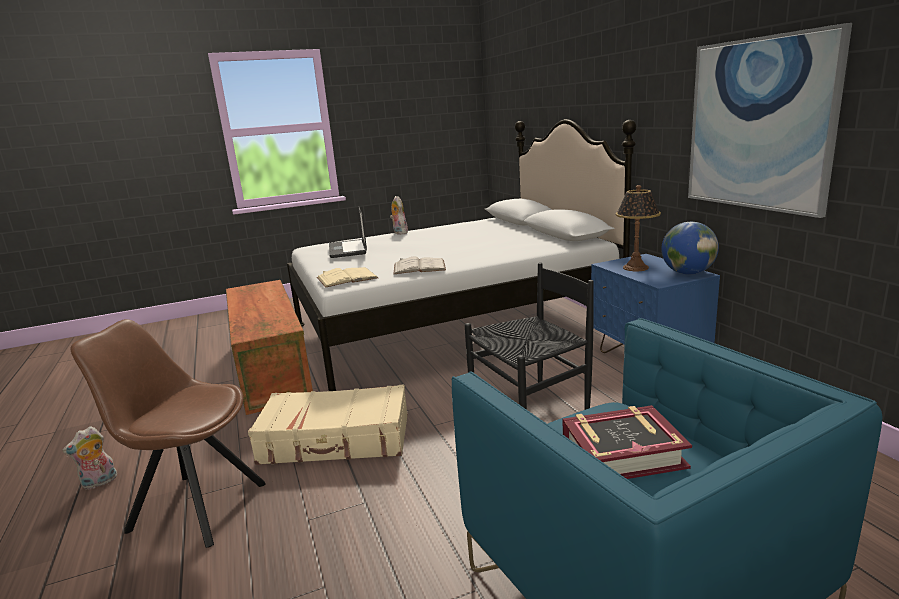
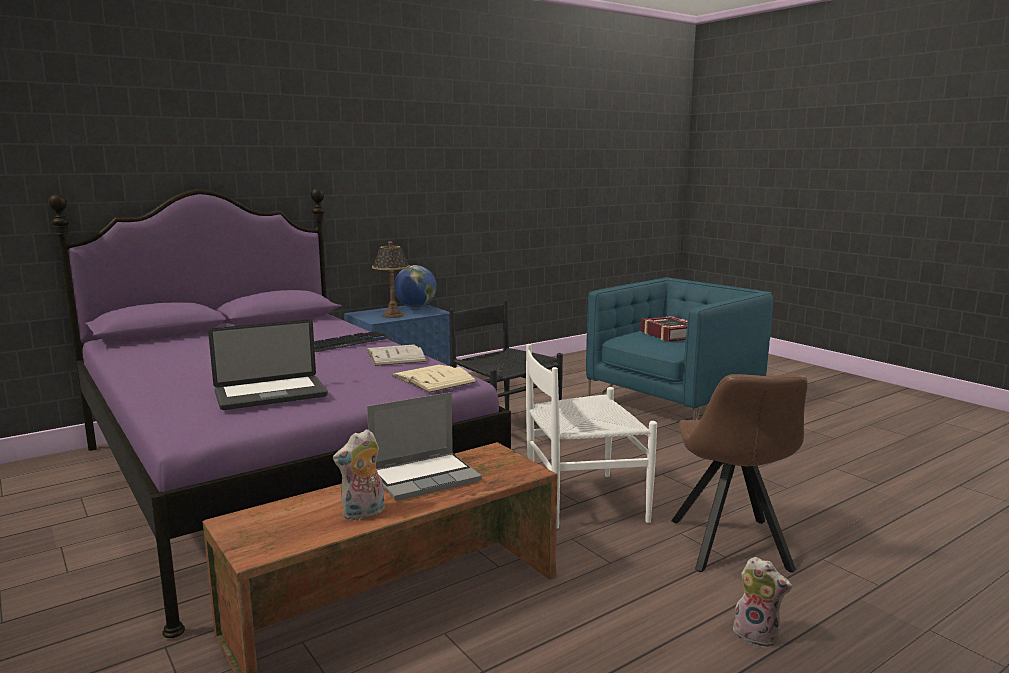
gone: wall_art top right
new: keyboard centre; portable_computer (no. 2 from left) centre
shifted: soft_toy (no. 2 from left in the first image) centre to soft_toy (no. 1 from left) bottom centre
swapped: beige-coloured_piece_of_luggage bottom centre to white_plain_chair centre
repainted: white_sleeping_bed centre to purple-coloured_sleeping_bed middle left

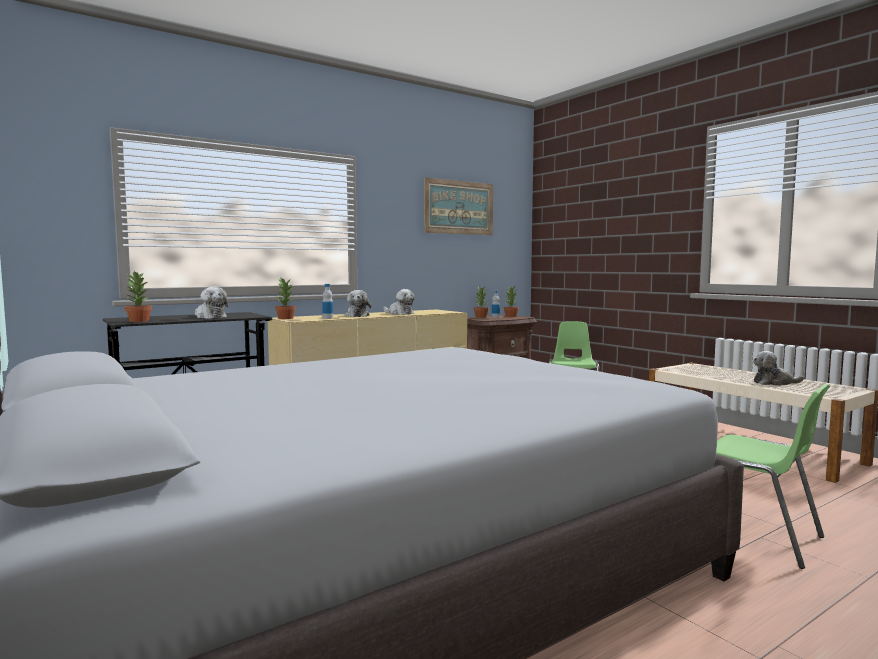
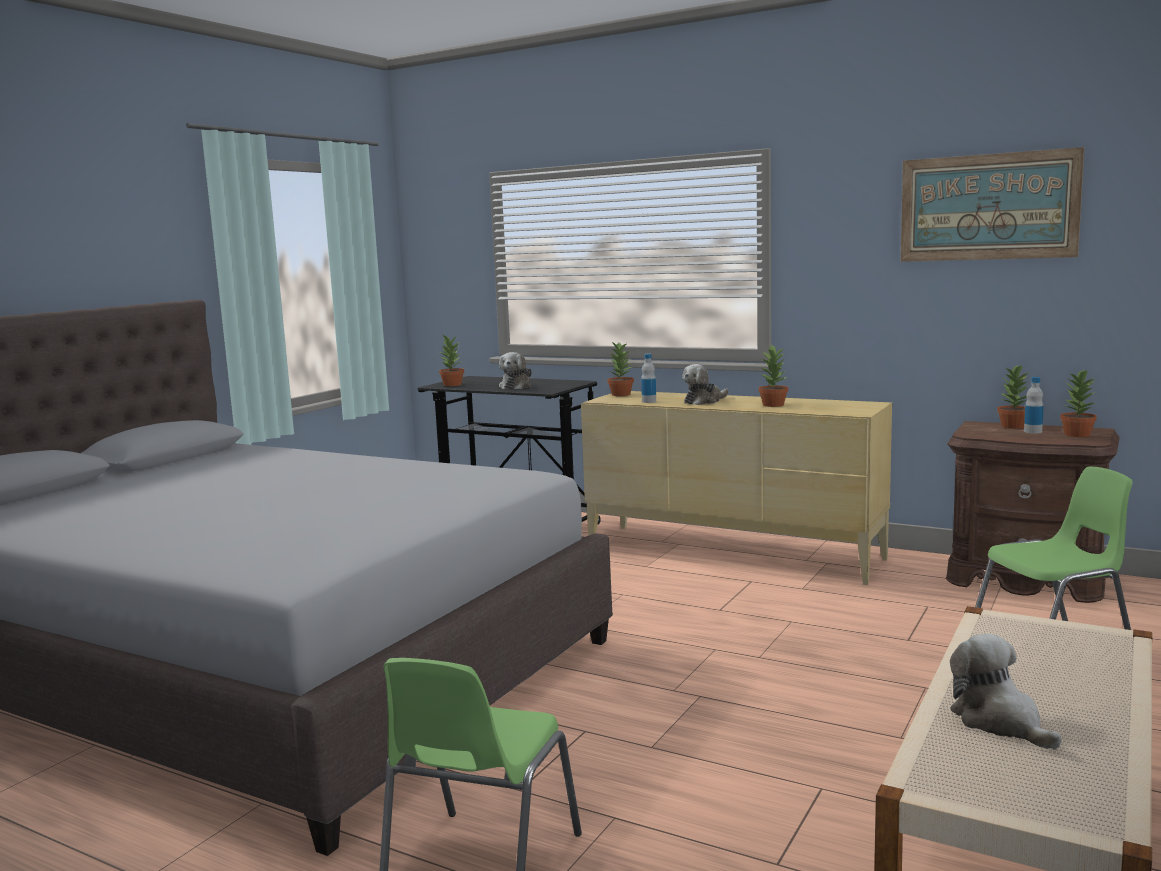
swapped: soft_toy (no. 3 from left) centre to houseplant (no. 3 from left) centre

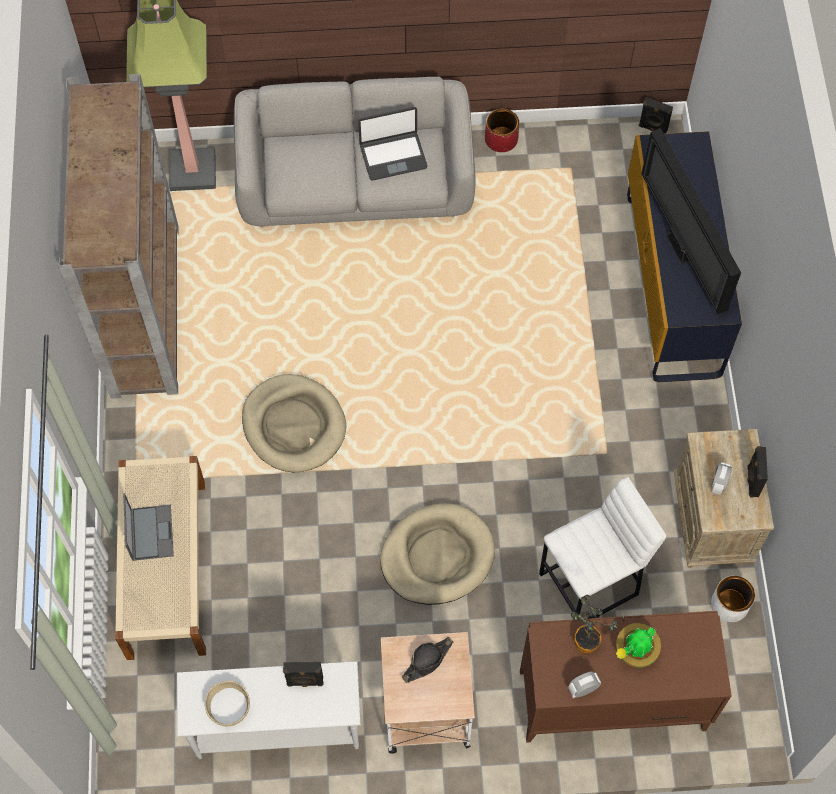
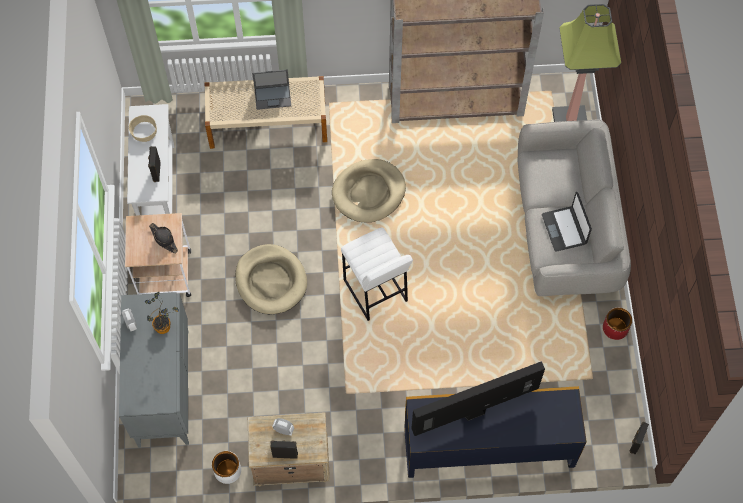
gone: houseplant (no. 2 from left) bottom right
shifted: white_stool_seat bottom right to centre
repainted: brown_cupboard bottom right to greyish_cupboard bottom left

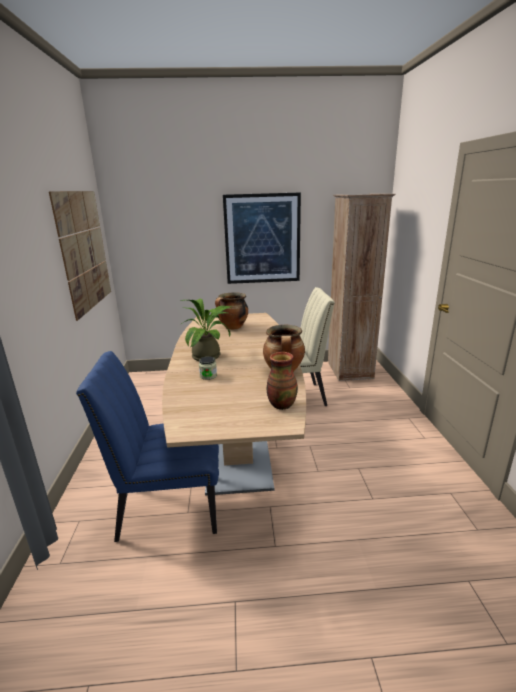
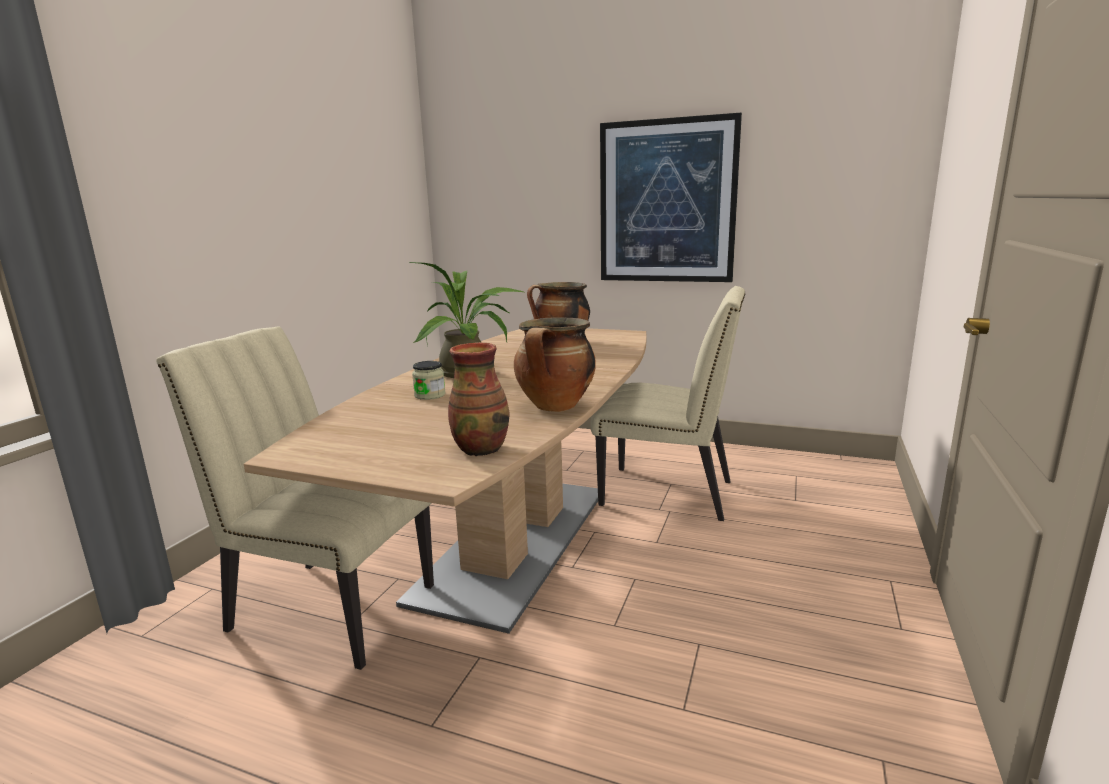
gone: wall_art (no. 1 from left) middle left; brown_cupboard middle right
repainted: blue_plain_chair middle left to beige-coloured_plain_chair (no. 1 from left) middle left

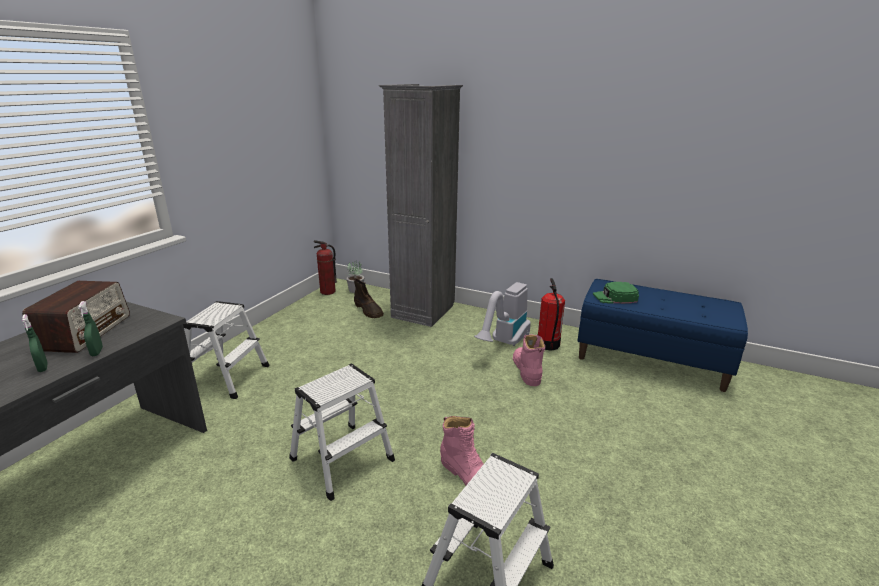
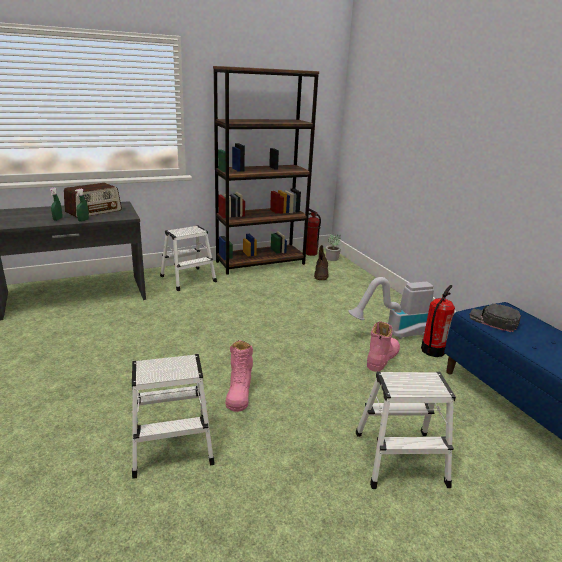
gone: greyish_cupboard centre
new: brown_bookcase top centre
shifted: white_step_ladder (no. 2 from left in the first image) bottom centre to white_step_ladder (no. 3 from left) bottom right
repainted: green_peaked_cap middle right to black_peaked_cap middle right

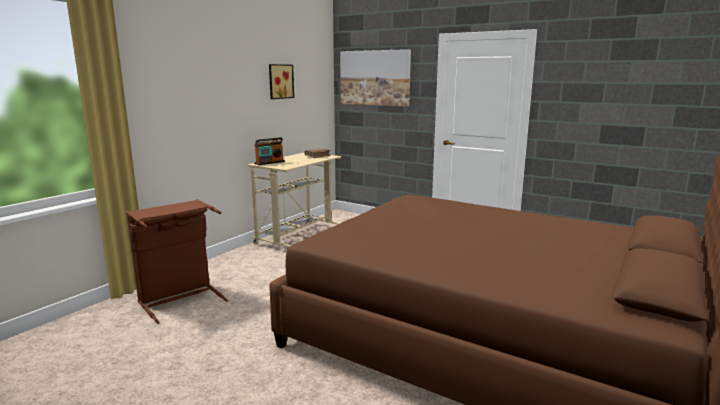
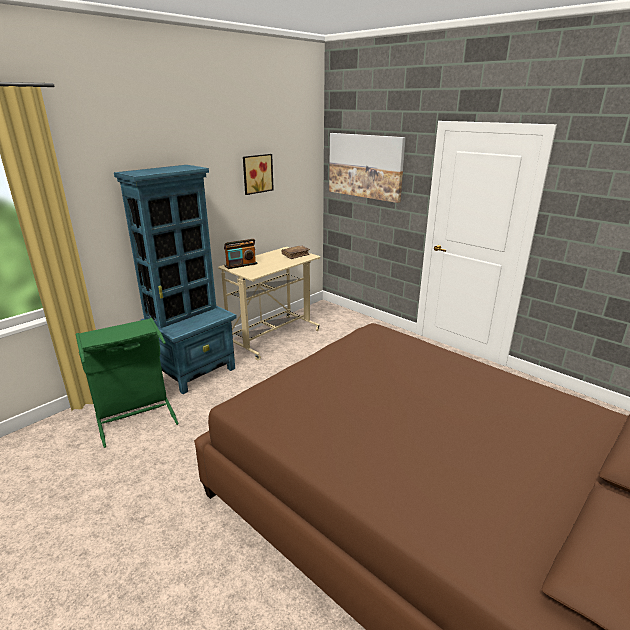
new: blue_cupboard middle left
repainted: brown_washing_basket middle left to green_washing_basket middle left

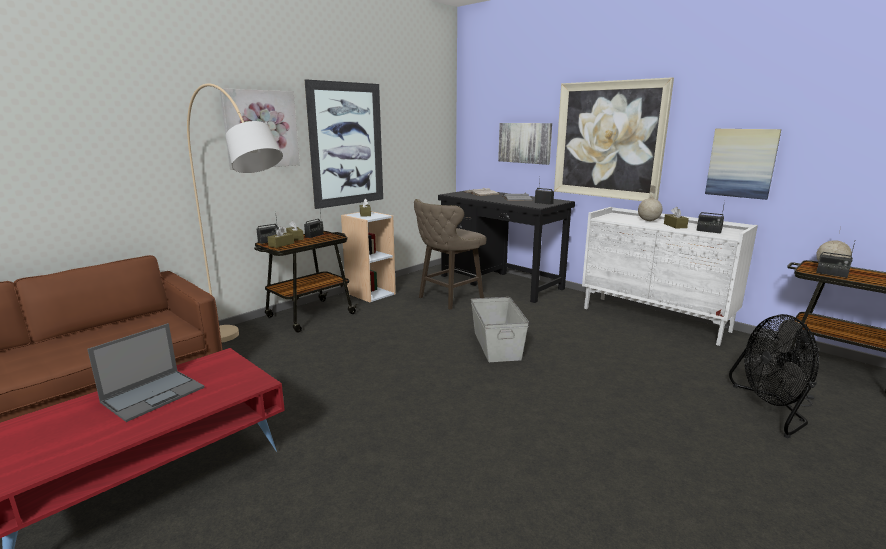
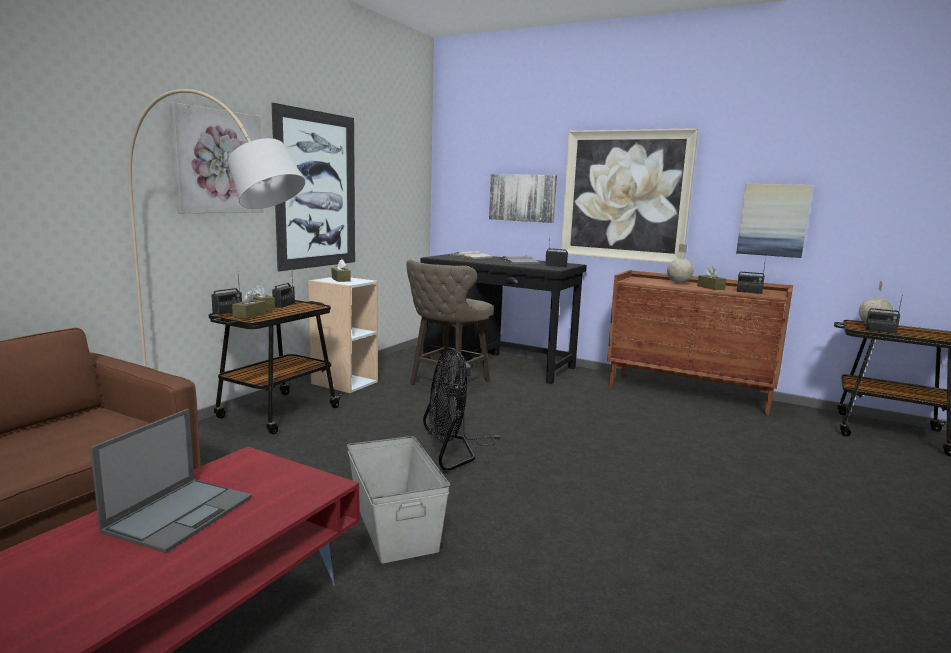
shifted: greyish_storage_bin centre to bottom centre; black_fan bottom right to centre
repainted: white_cupboard middle right to brown_cupboard middle right

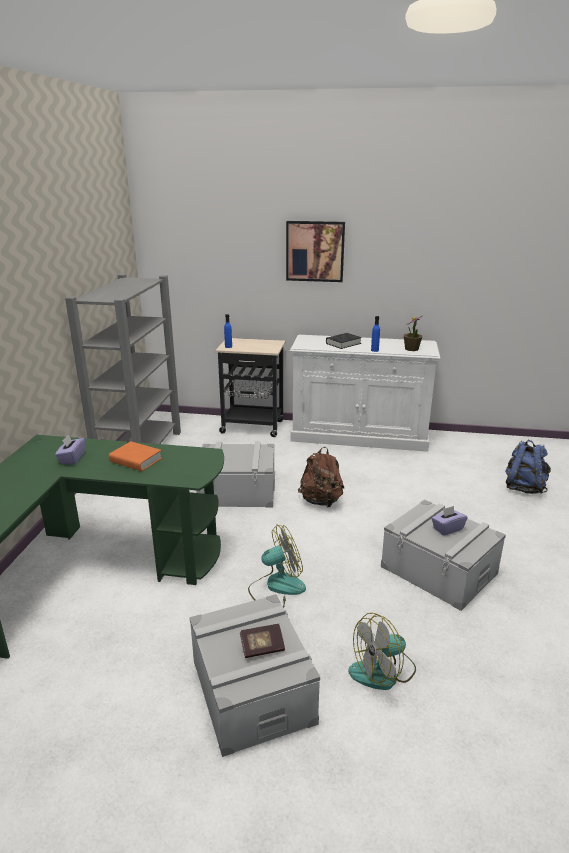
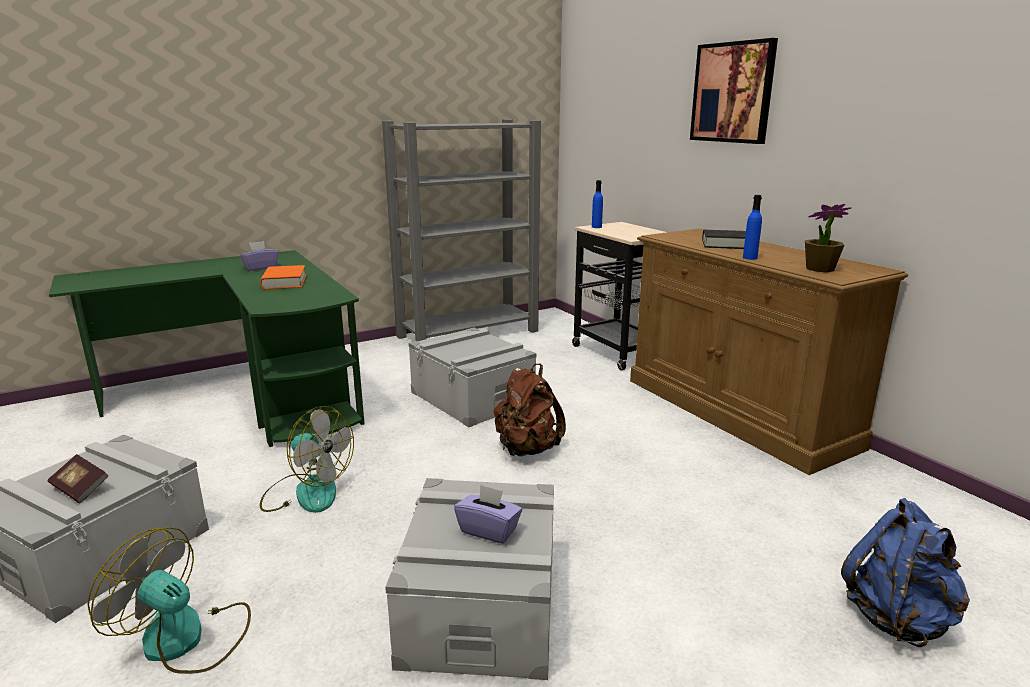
repainted: white_cupboard centre to brown_cupboard middle right

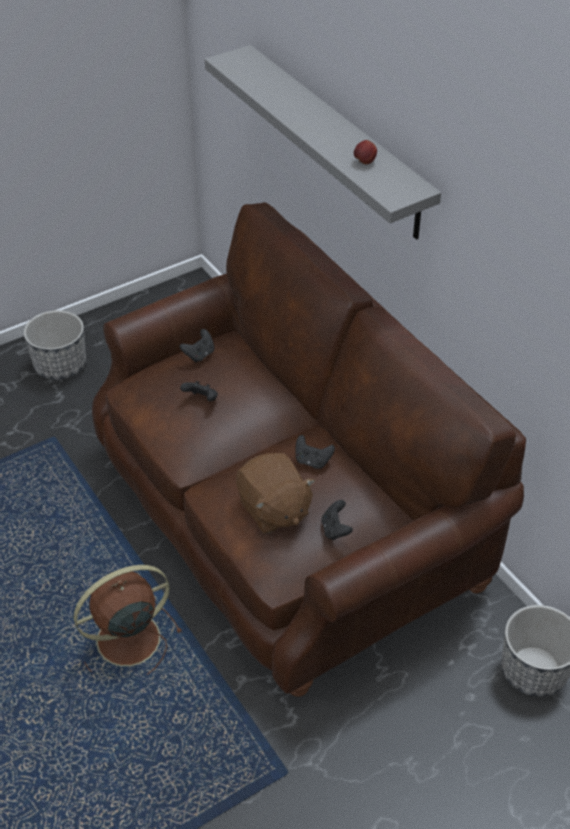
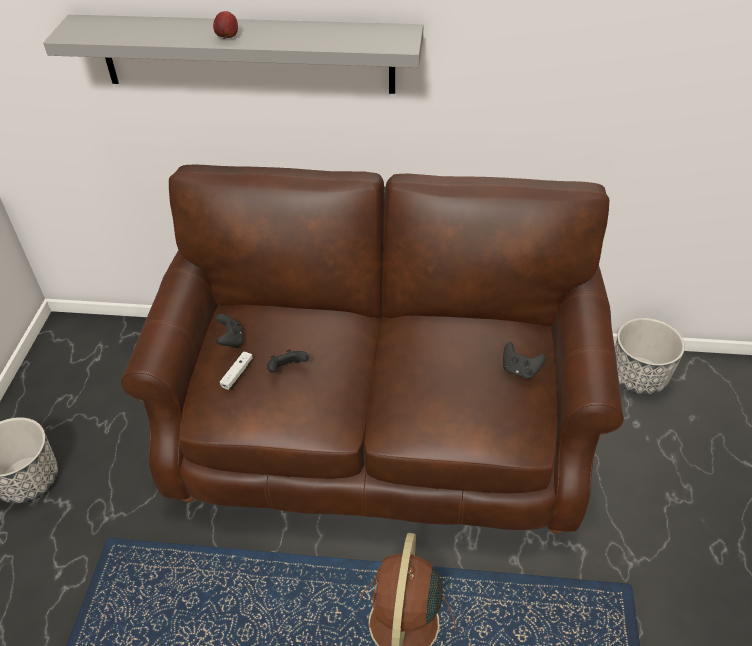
gone: black_joypad (no. 3 from left) centre; brown_soft_toy centre
new: white_joypad middle left
shifted: apple_fruit top centre to top left

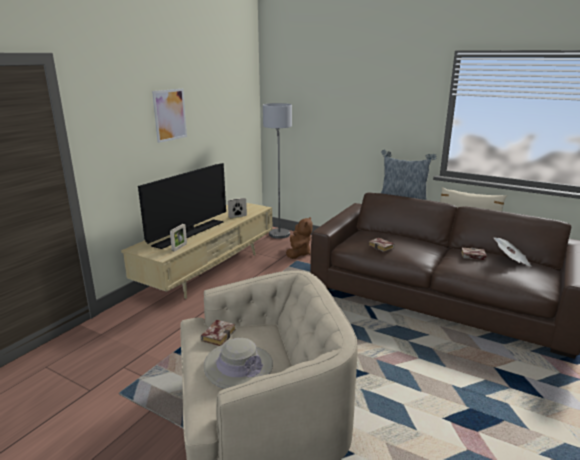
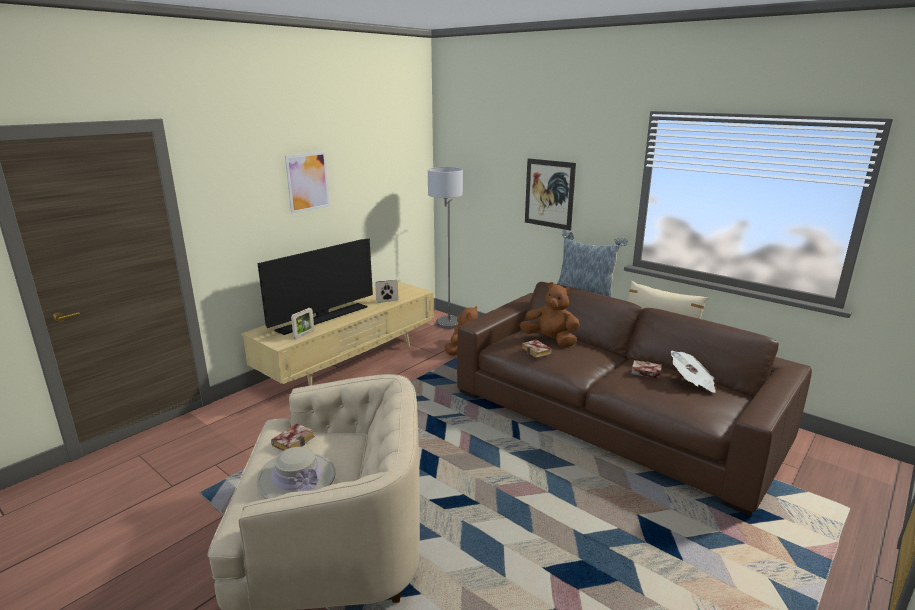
new: wall_art (no. 2 from left) top centre; brown_soft_toy (no. 2 from left) centre

